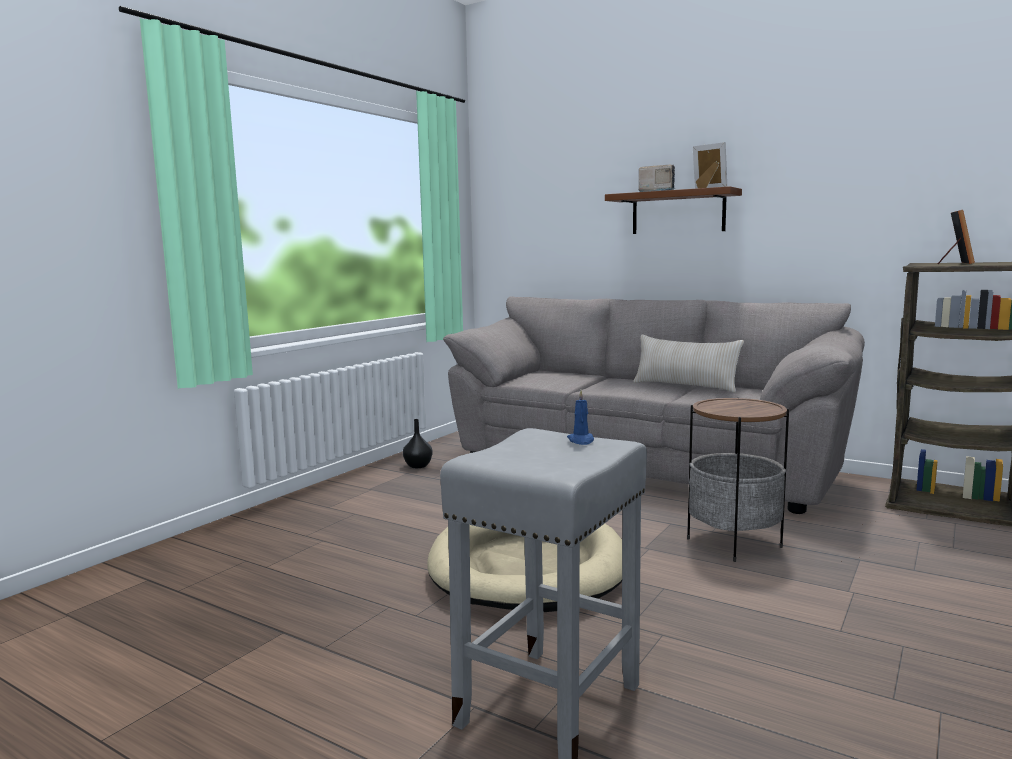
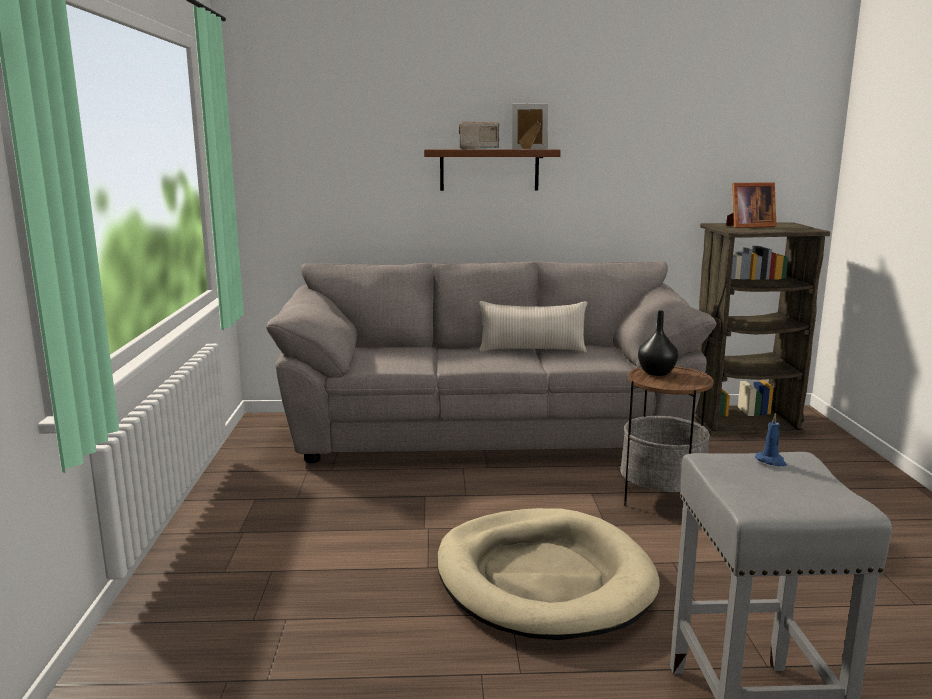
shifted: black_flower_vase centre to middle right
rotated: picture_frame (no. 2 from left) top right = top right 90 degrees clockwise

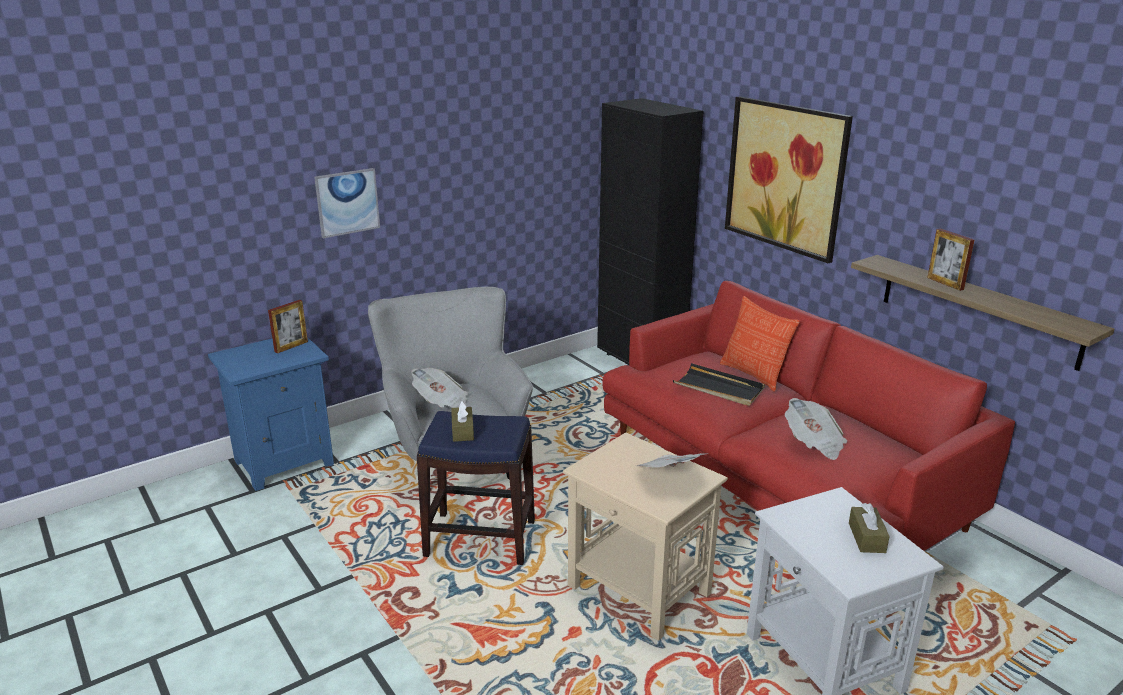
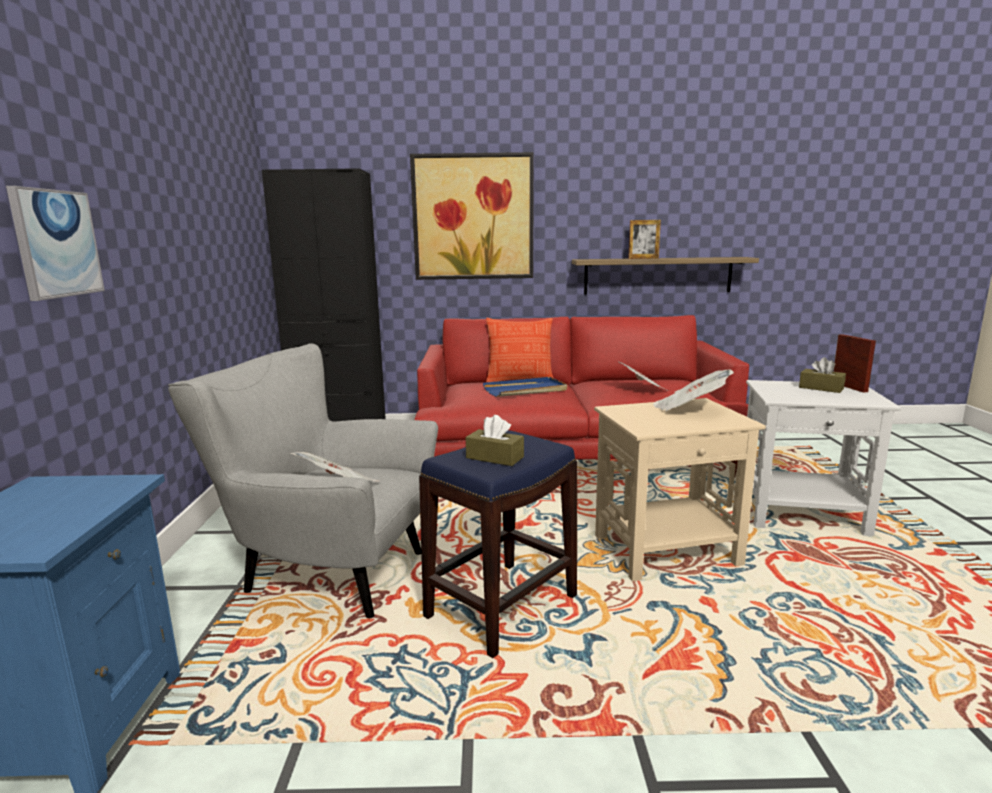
shifted: picture_frame (no. 1 from left in the first image) middle left to picture_frame (no. 2 from left) middle right
repainted: black_tray centre to blue_tray centre

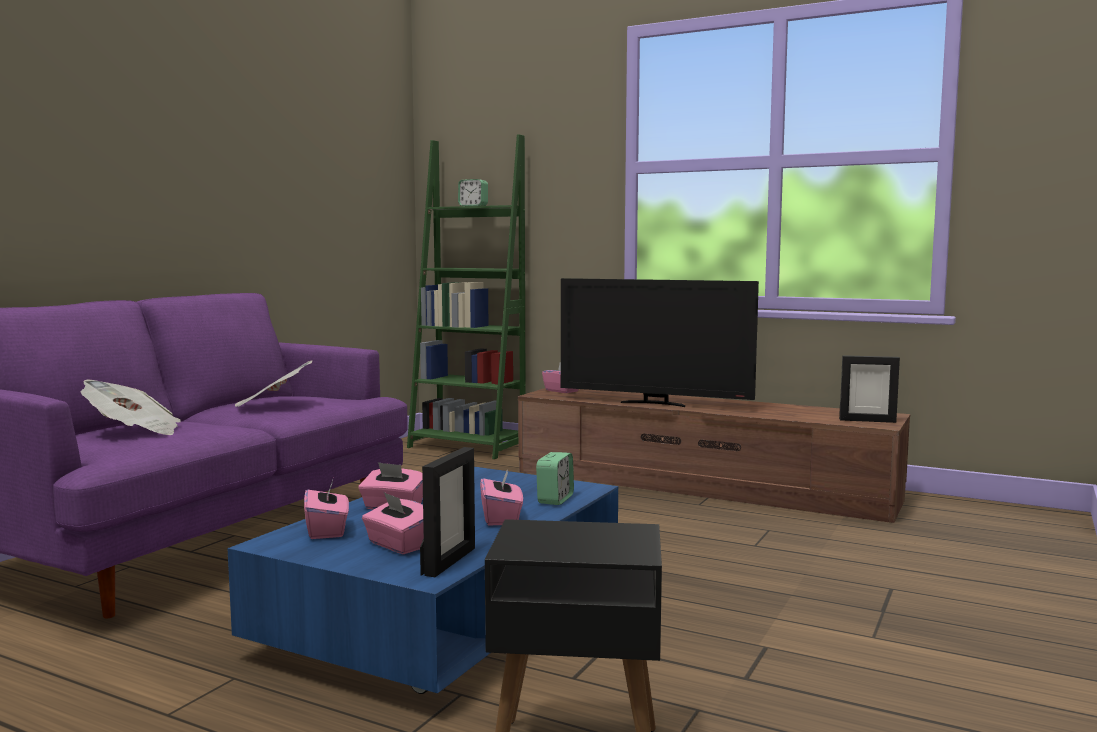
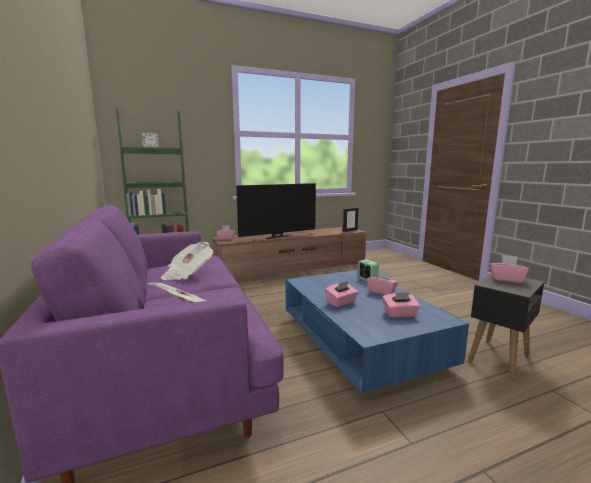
gone: picture_frame (no. 1 from left) bottom centre
shifted: pinkish_tissue_holder (no. 1 from left in the first image) bottom left to pinkish_tissue_holder (no. 5 from left) middle right

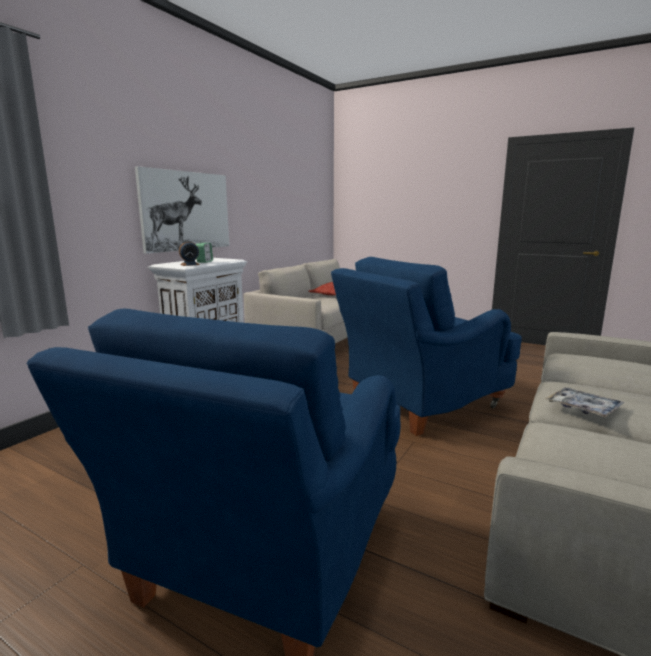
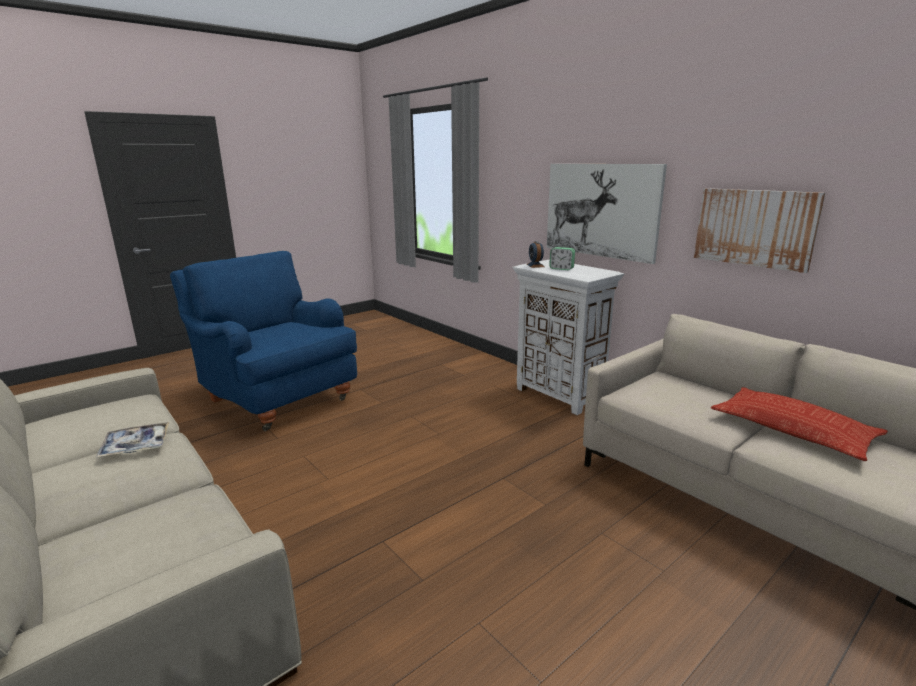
gone: blue_lounge_chair (no. 2 from left) centre
new: wall_art (no. 2 from left) middle right

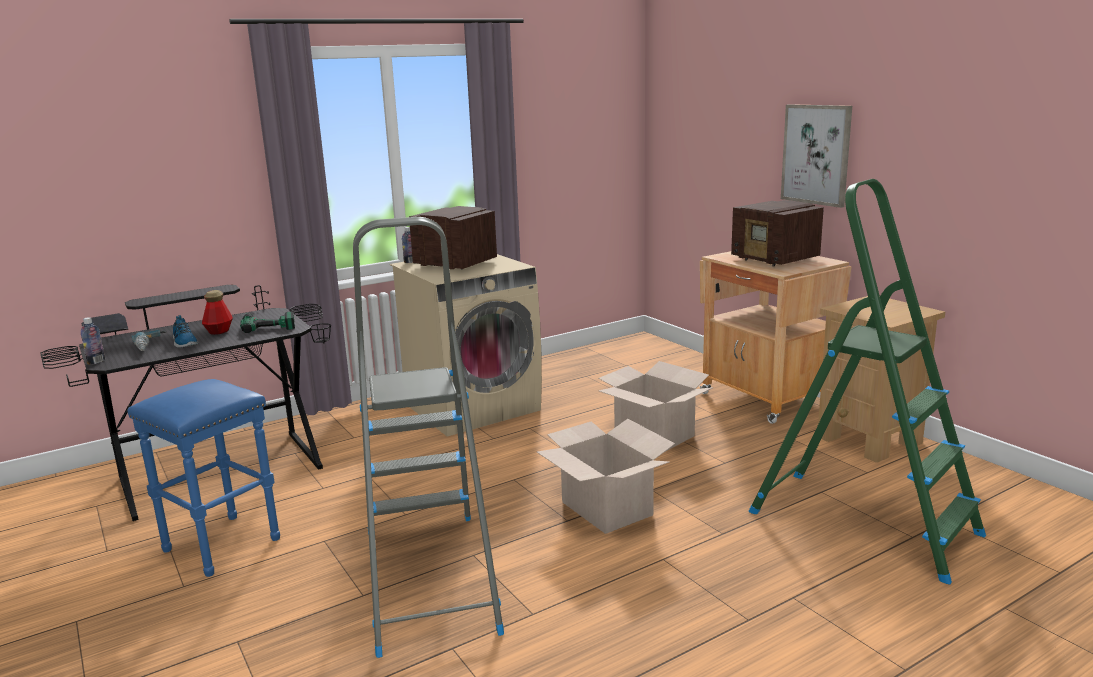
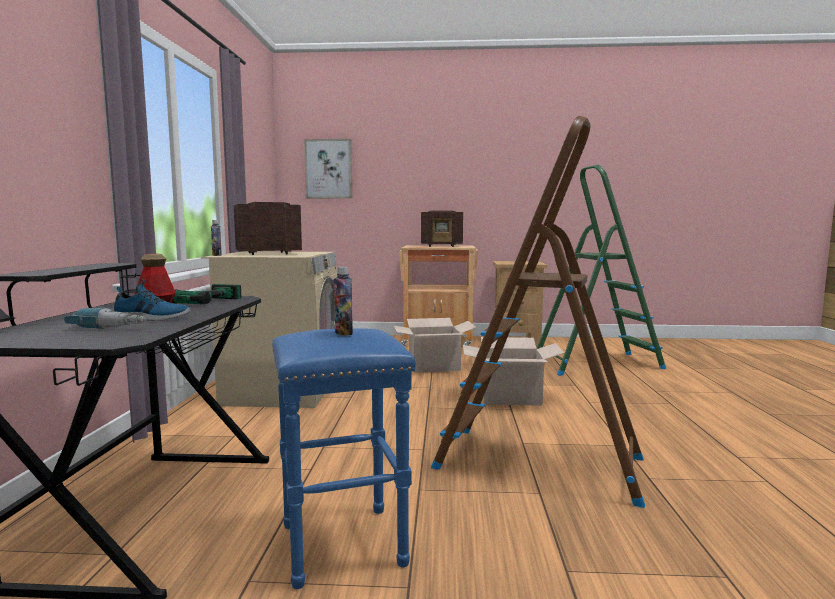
shifted: wall_art top right to top centre; drink_bottle (no. 1 from left in the first image) middle left to drink_bottle (no. 3 from left) centre
repainted: greyish_step_ladder centre to brown_step_ladder centre

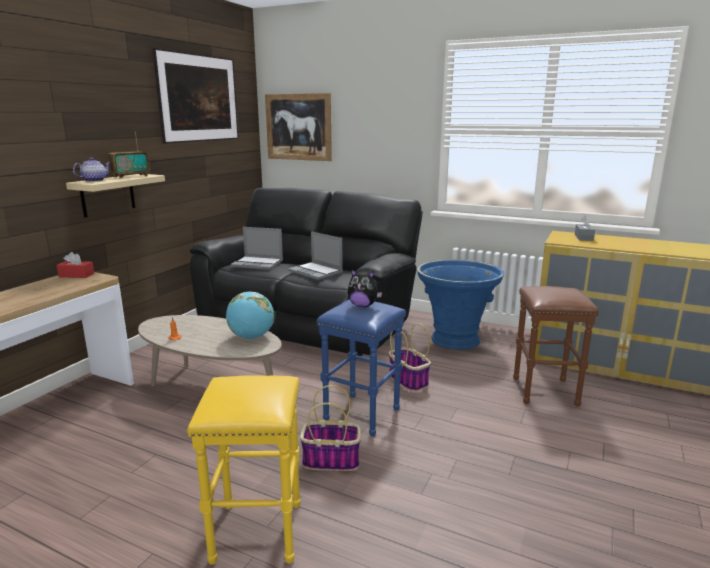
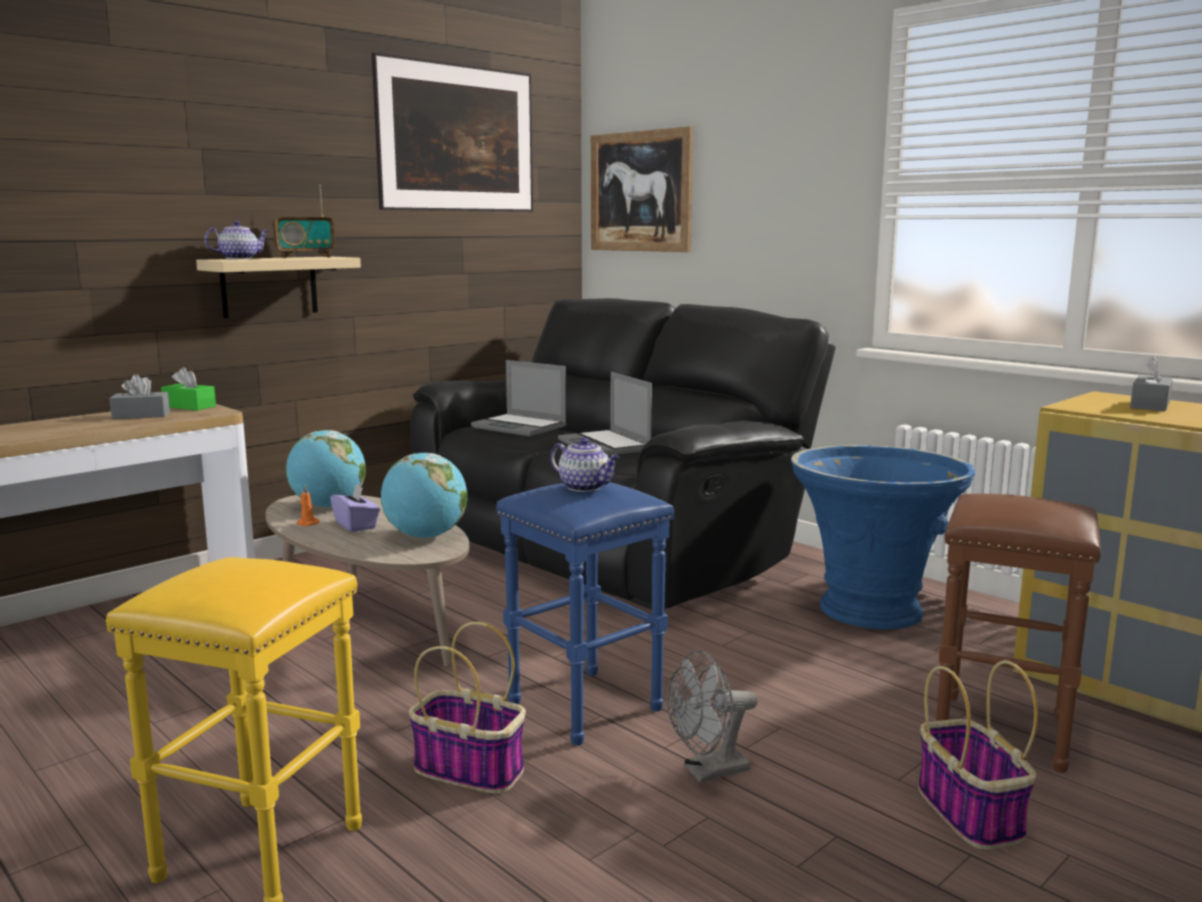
new: greyish_tissue_holder (no. 1 from left) middle left; desk_globe (no. 1 from left) middle left; purple-coloured_tissue_holder middle left; greyish_fan bottom centre
shifted: storage_basket (no. 2 from left) centre to bottom right
swapped: soft_toy centre to teapot (no. 2 from left) centre
repainted: red-coloured_tissue_holder middle left to green_tissue_holder middle left

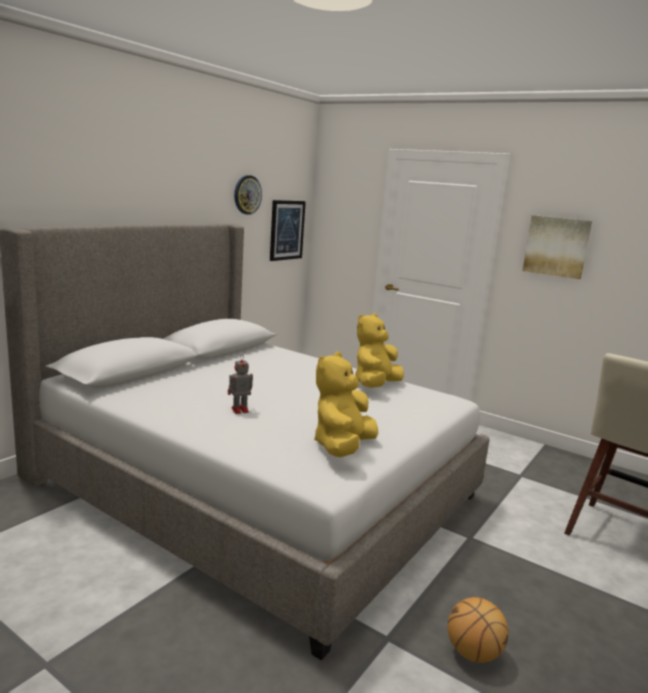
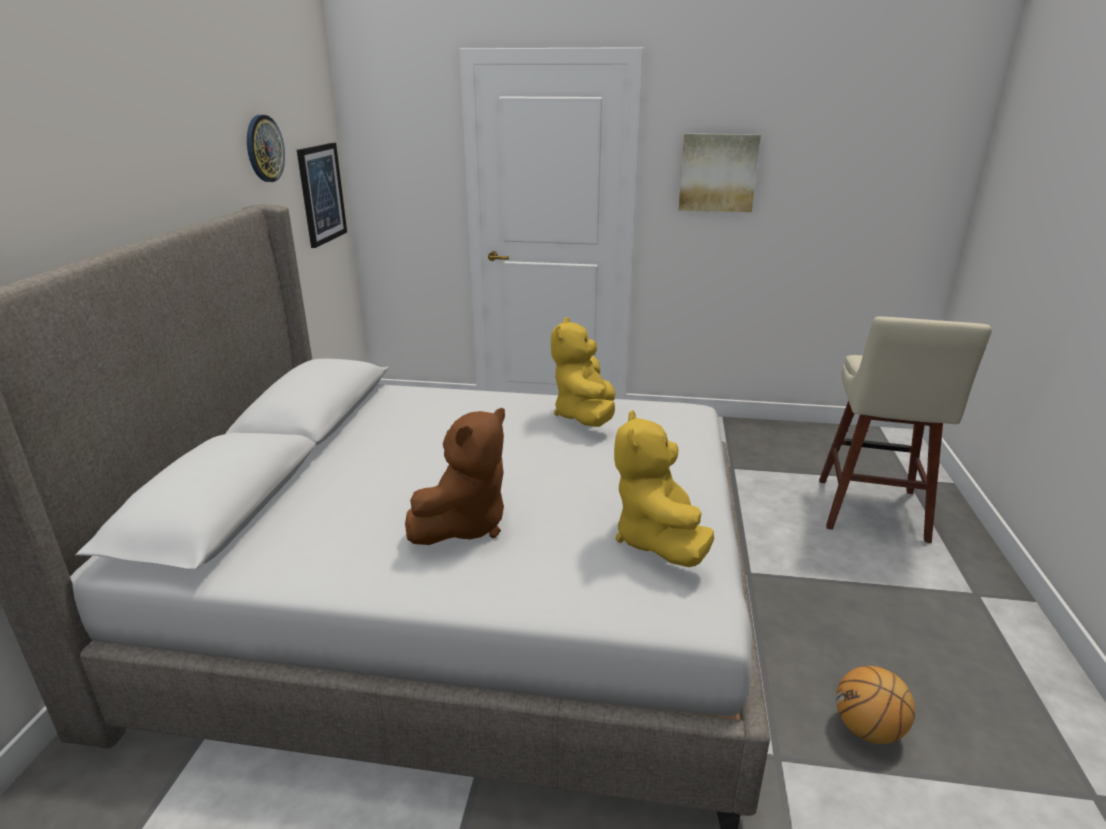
swapped: toy_robot centre to brown_soft_toy centre

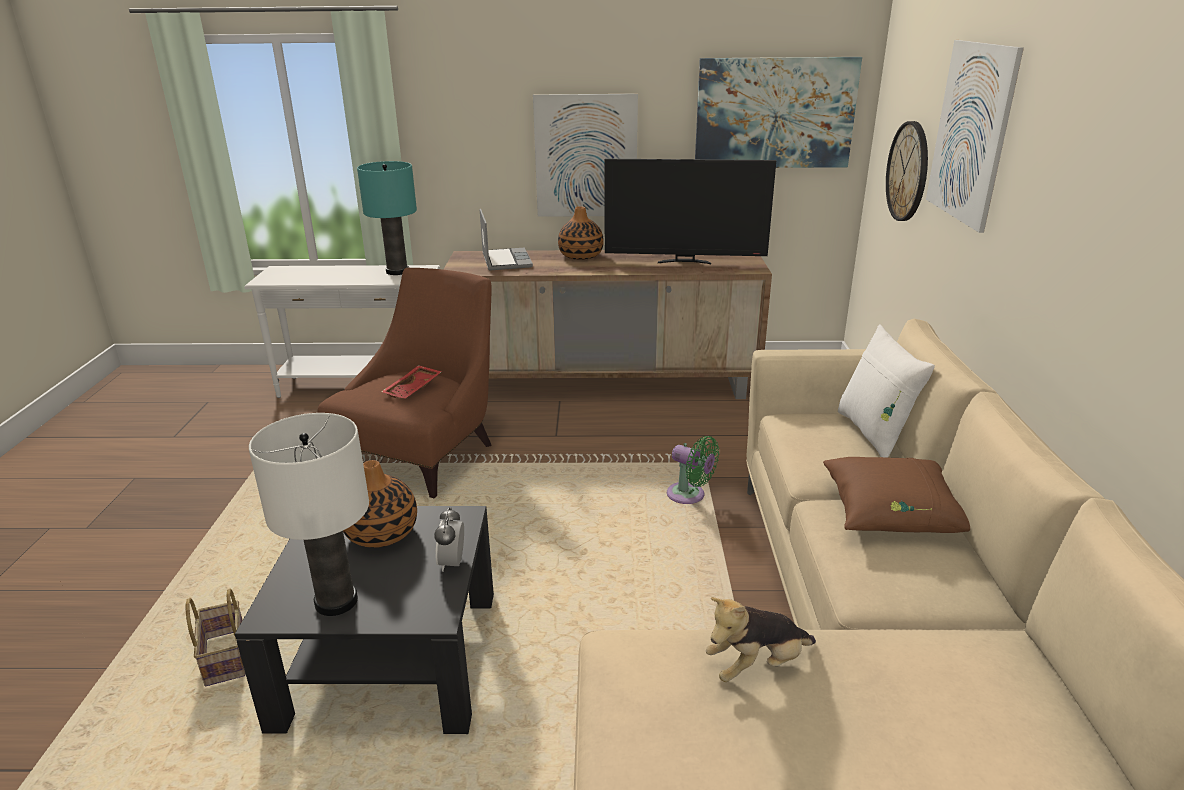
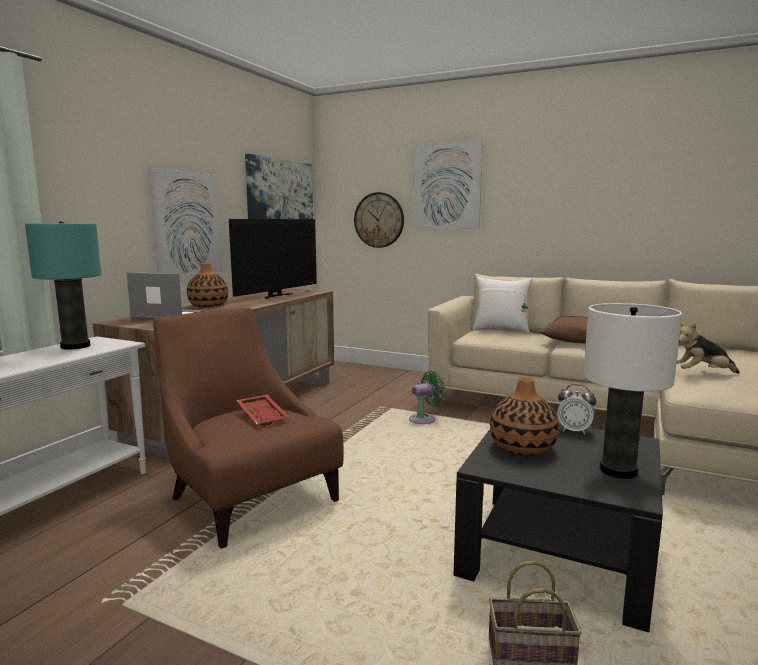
rotated: soft_toy bottom centre = middle right 90 degrees clockwise

